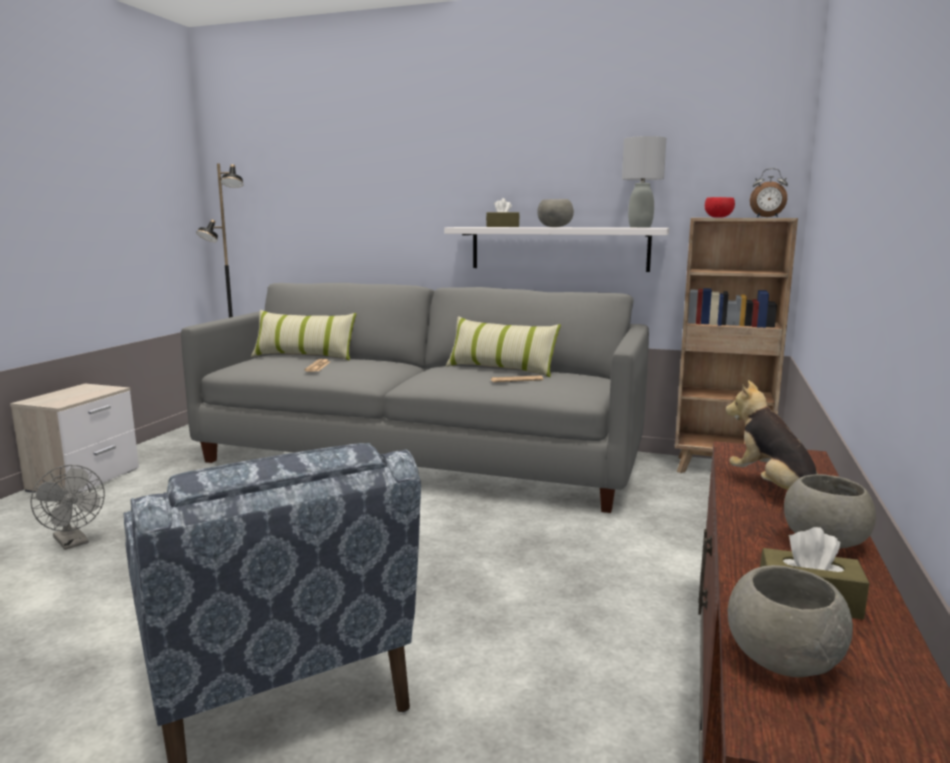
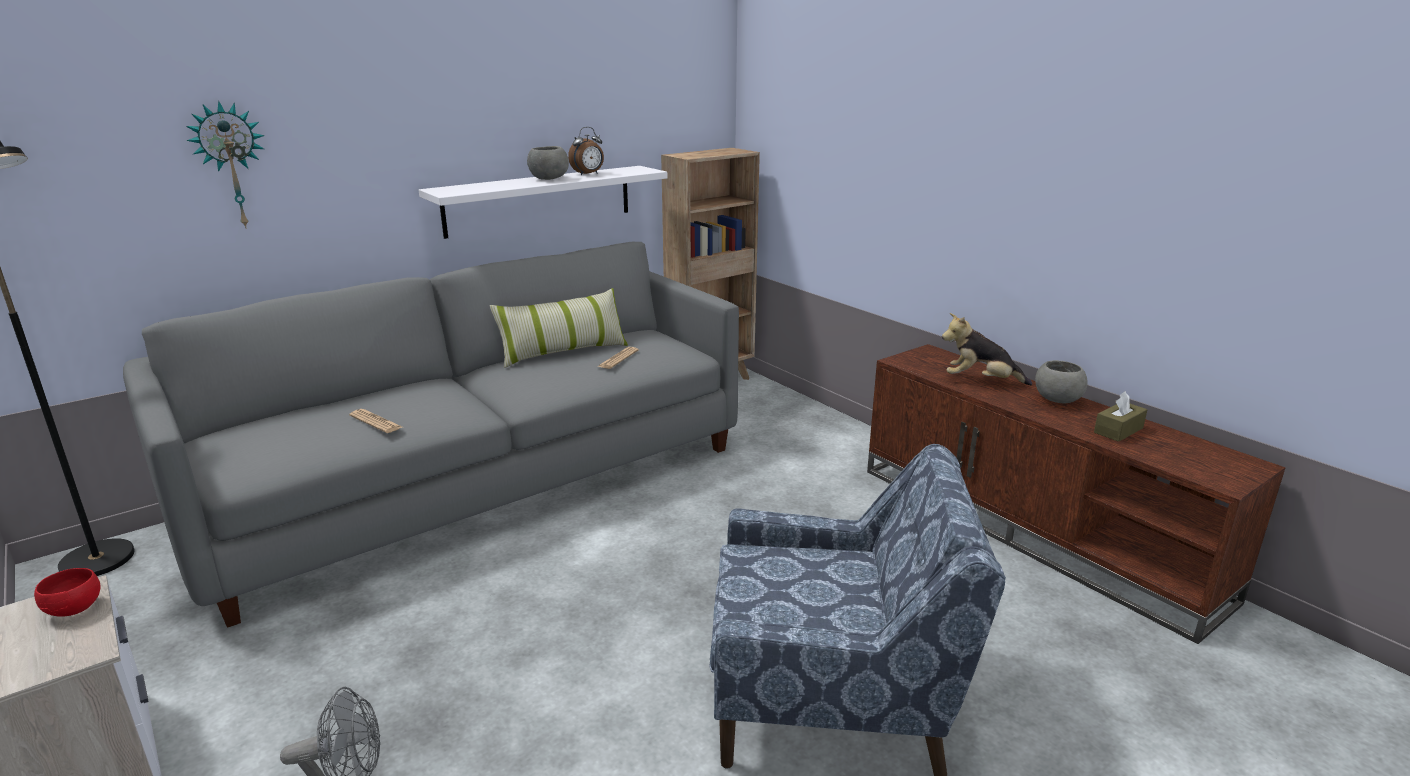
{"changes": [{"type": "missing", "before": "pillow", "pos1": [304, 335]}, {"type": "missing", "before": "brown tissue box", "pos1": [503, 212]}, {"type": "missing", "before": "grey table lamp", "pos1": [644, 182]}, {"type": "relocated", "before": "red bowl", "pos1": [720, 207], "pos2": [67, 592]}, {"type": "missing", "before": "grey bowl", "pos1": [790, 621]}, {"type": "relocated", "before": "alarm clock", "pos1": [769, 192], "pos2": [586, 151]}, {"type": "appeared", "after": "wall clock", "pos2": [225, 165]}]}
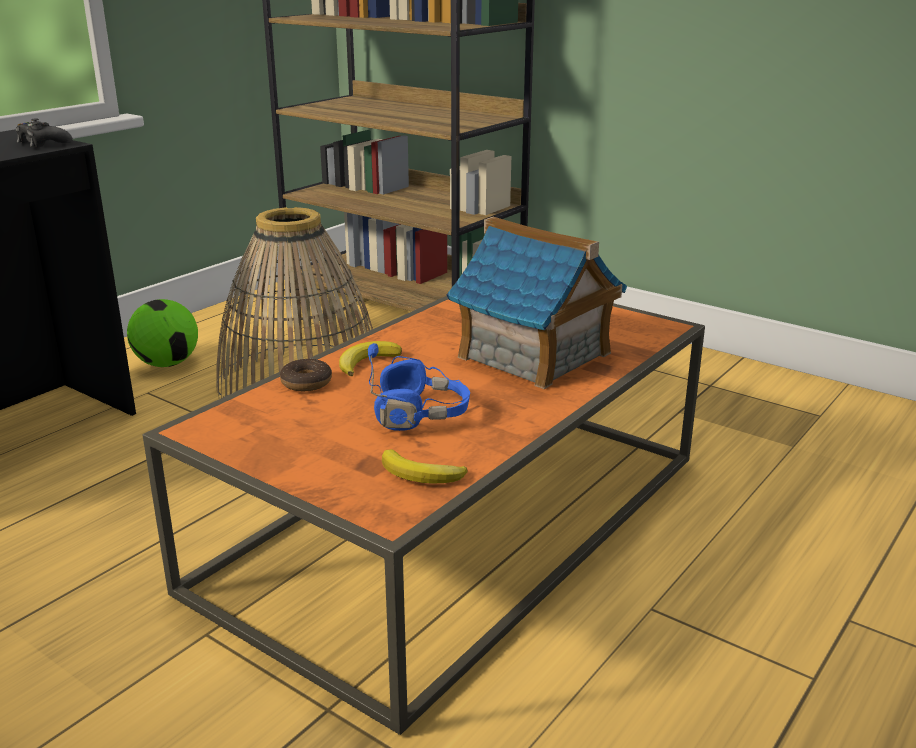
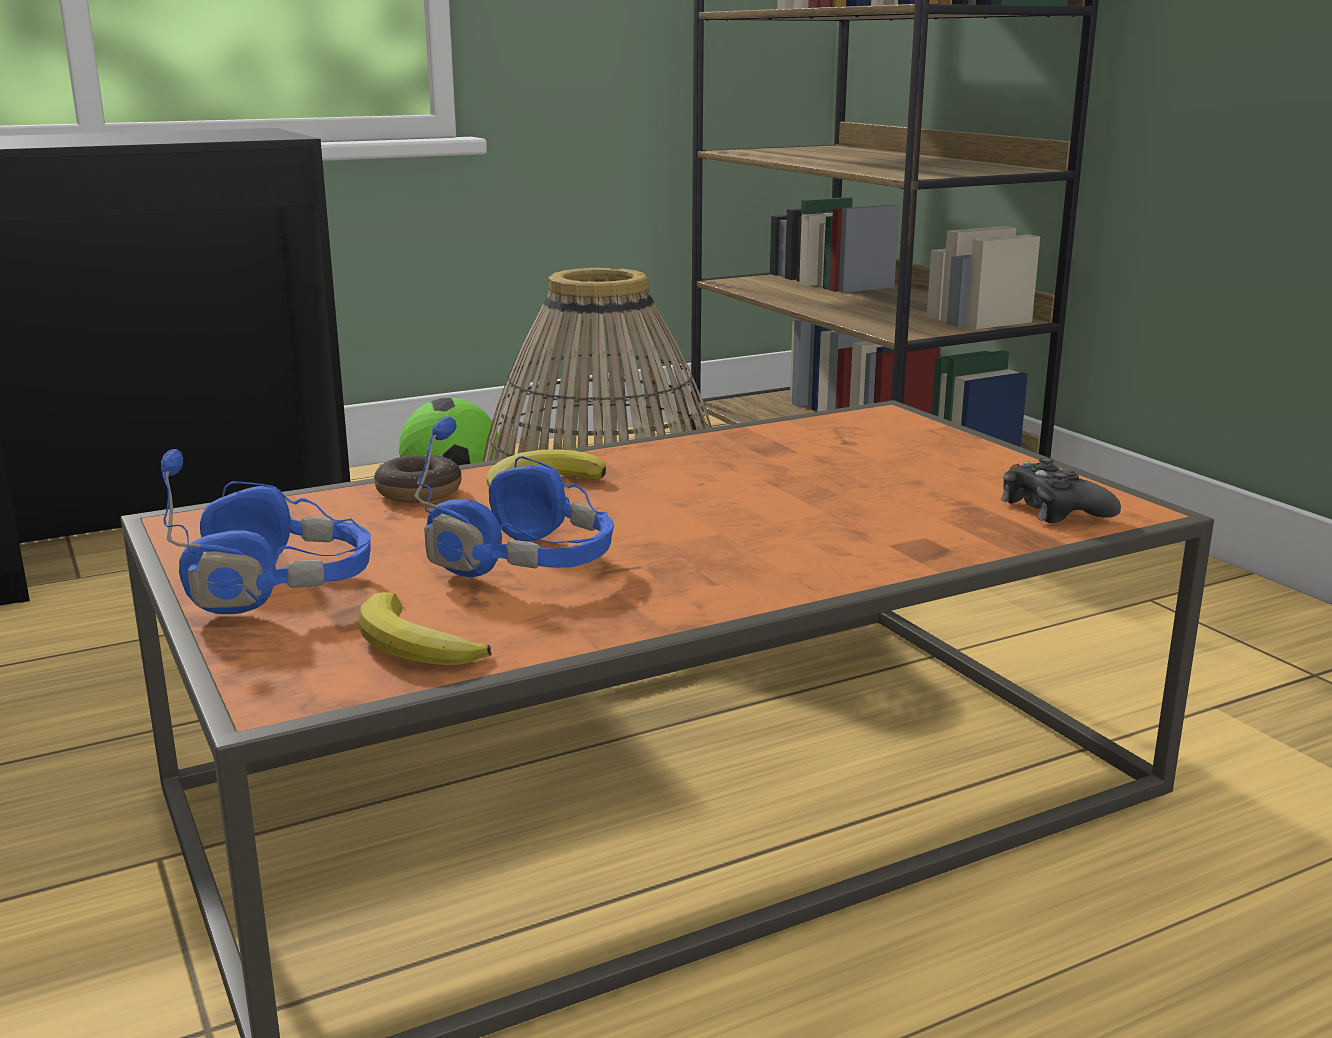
{"changes": [{"type": "relocated", "before": "black game controller", "pos1": [44, 133], "pos2": [1061, 490]}, {"type": "missing", "before": "toy house", "pos1": [536, 303]}, {"type": "appeared", "after": "blue headphones", "pos2": [266, 531]}]}
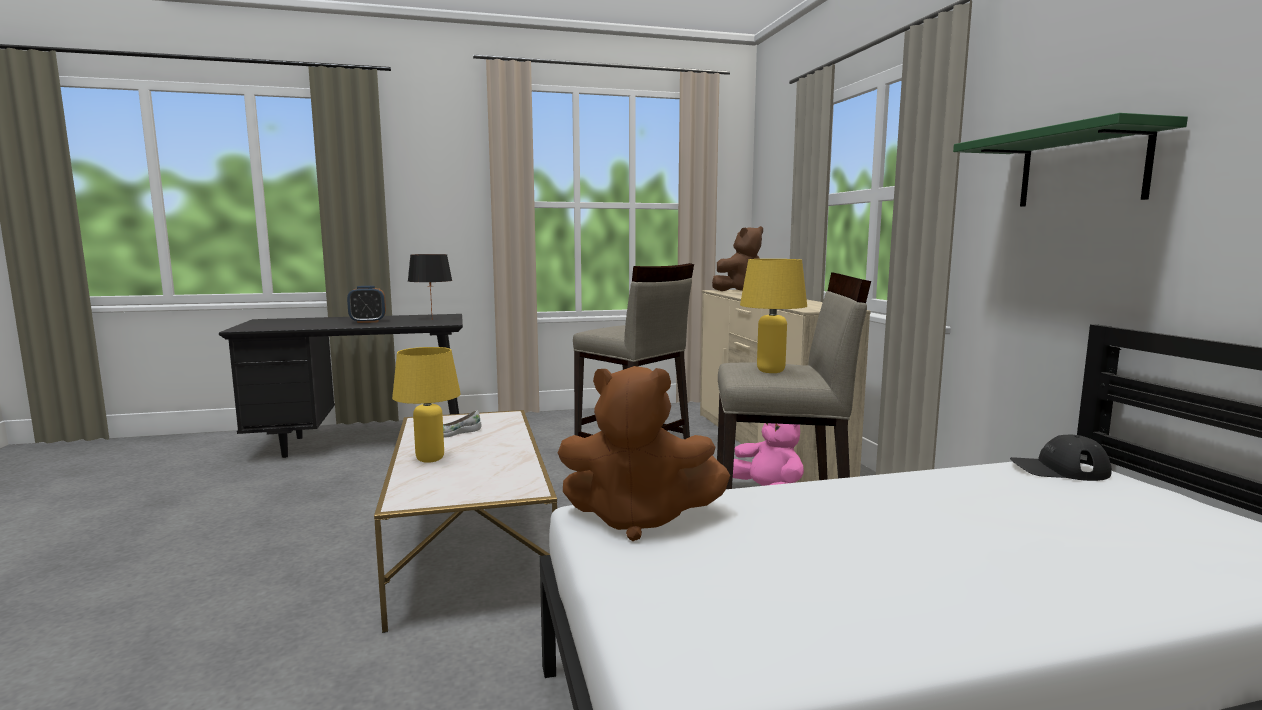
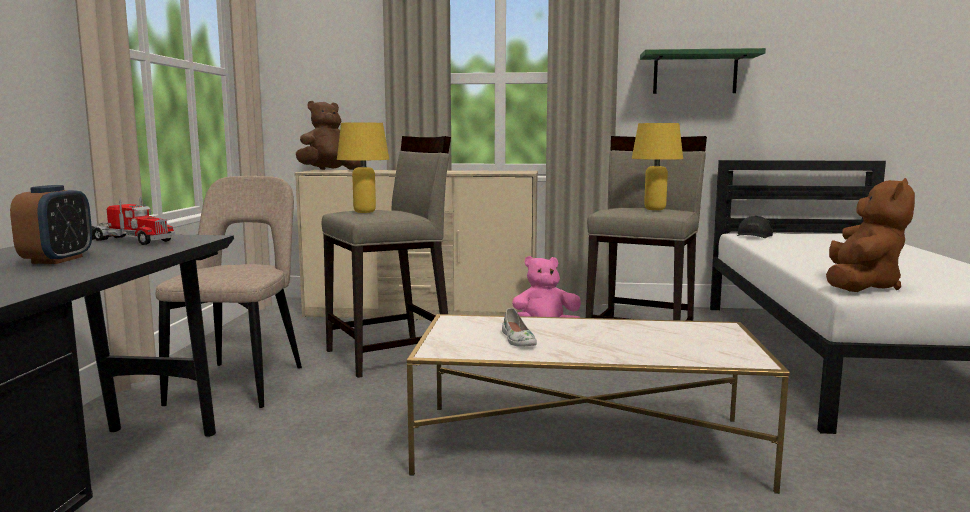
{"changes": [{"type": "relocated", "before": "yellow table lamp", "pos1": [426, 405], "pos2": [363, 167]}, {"type": "exchanged", "before": "black table lamp", "after": "toy truck", "pos1": [430, 283], "pos2": [133, 221]}, {"type": "spun", "before": "brown plush toy", "pos1": [737, 258], "pos2": [328, 135], "turn": -105}, {"type": "appeared", "after": "beige chair", "pos2": [229, 292]}]}
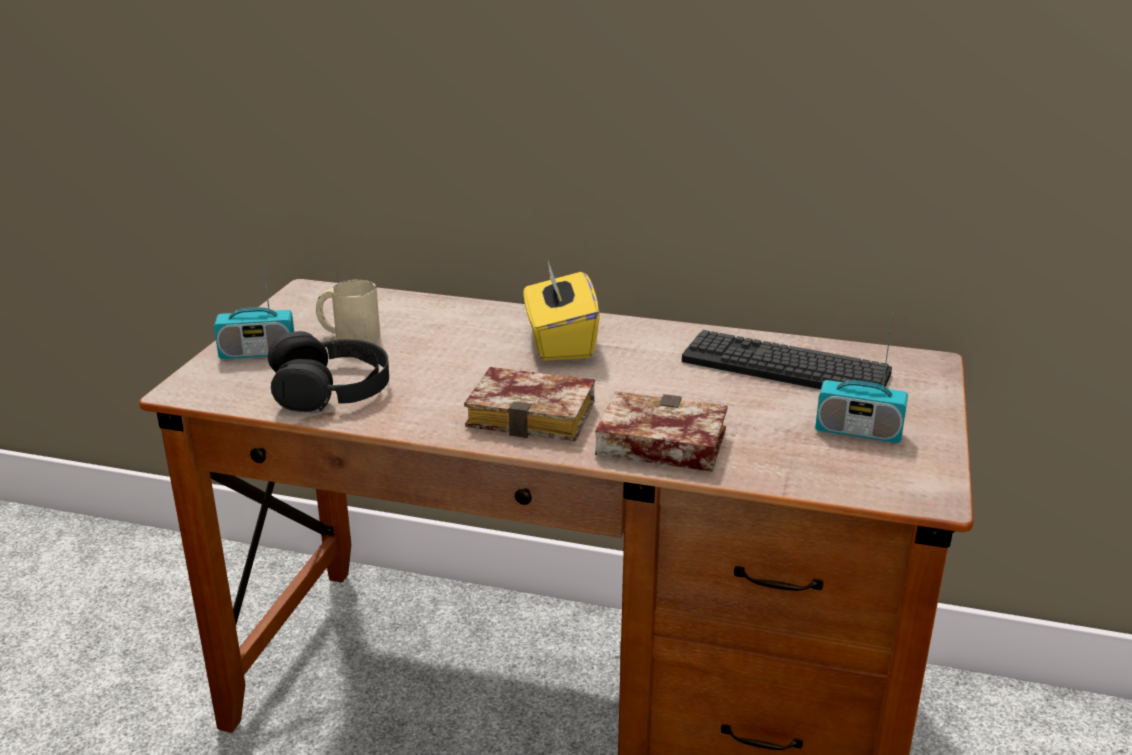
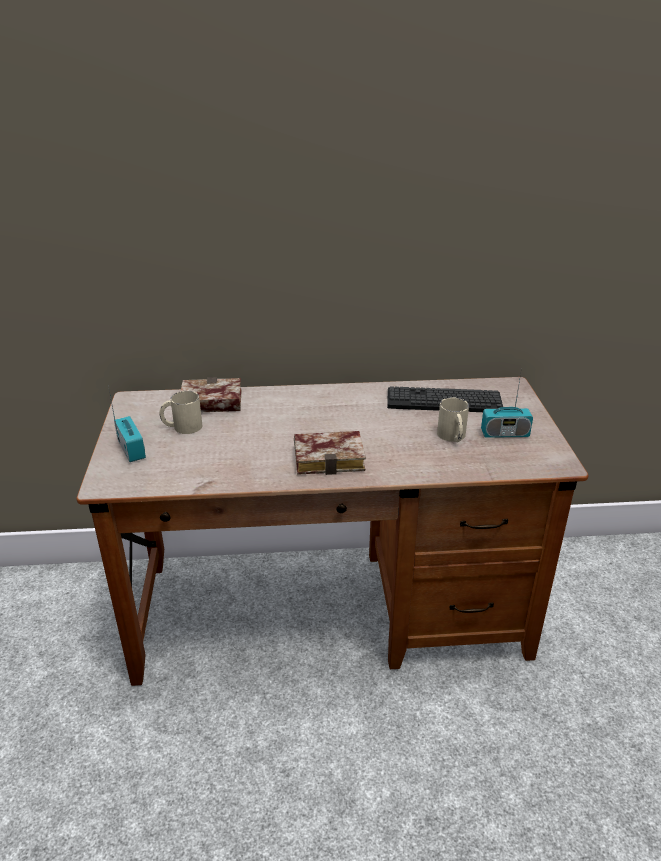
{"changes": [{"type": "spun", "before": "radio", "pos1": [254, 301], "pos2": [127, 424], "turn": -90}, {"type": "missing", "before": "black headphones", "pos1": [328, 371]}, {"type": "missing", "before": "yellow tissue box", "pos1": [561, 311]}, {"type": "relocated", "before": "book", "pos1": [661, 431], "pos2": [211, 394]}, {"type": "appeared", "after": "beige mug", "pos2": [453, 419]}]}
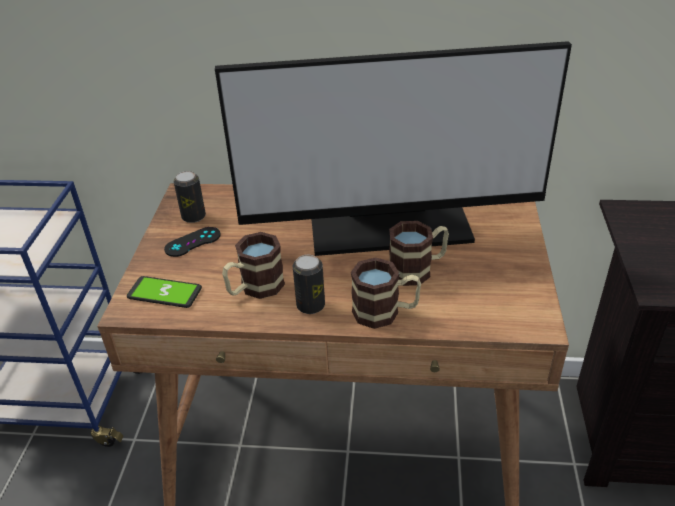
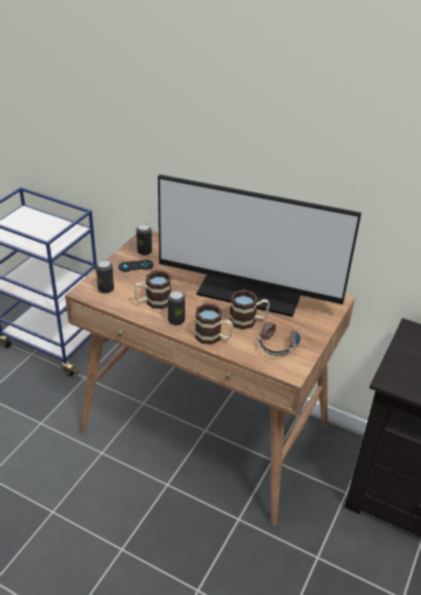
{"changes": [{"type": "exchanged", "before": "phone", "after": "can", "pos1": [164, 292], "pos2": [105, 276]}, {"type": "appeared", "after": "headphones", "pos2": [279, 339]}]}
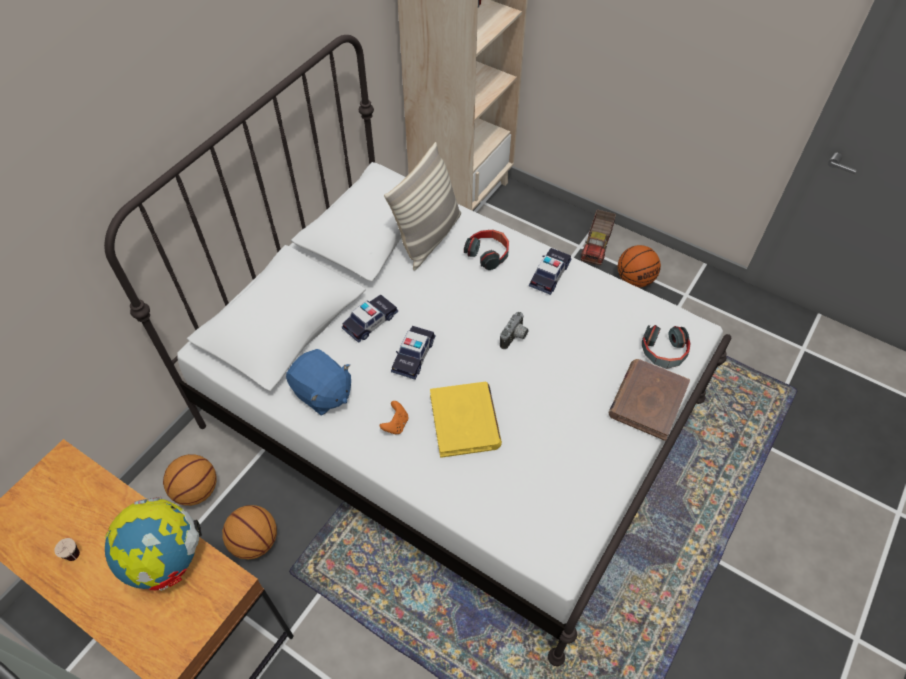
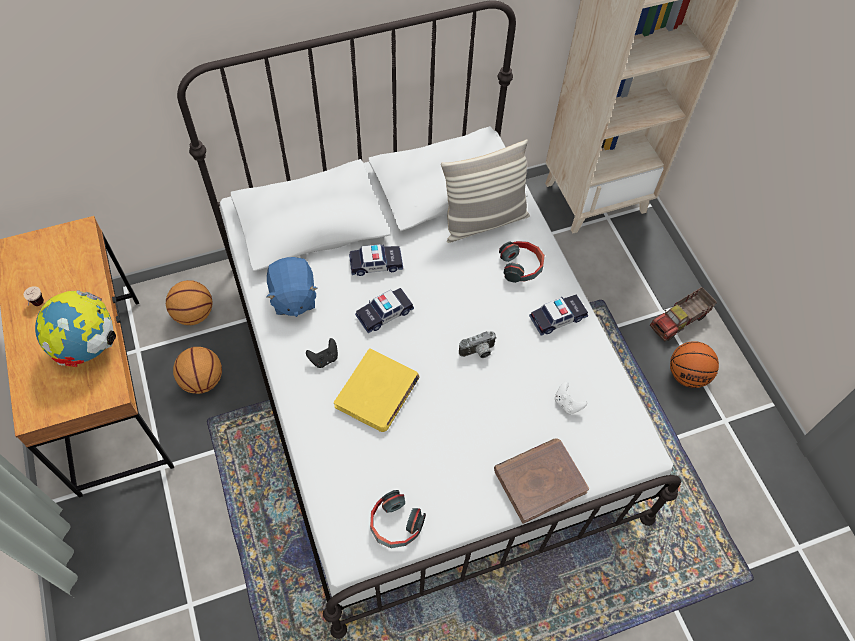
{"changes": [{"type": "colour", "before": "orange game controller", "after": "black game controller", "pos1": [394, 417], "pos2": [322, 353]}, {"type": "relocated", "before": "headphones", "pos1": [666, 347], "pos2": [398, 519]}, {"type": "appeared", "after": "white game controller", "pos2": [571, 398]}]}
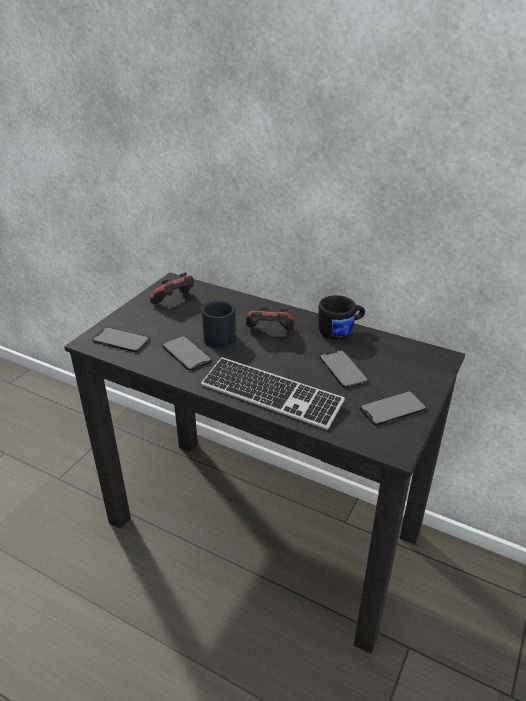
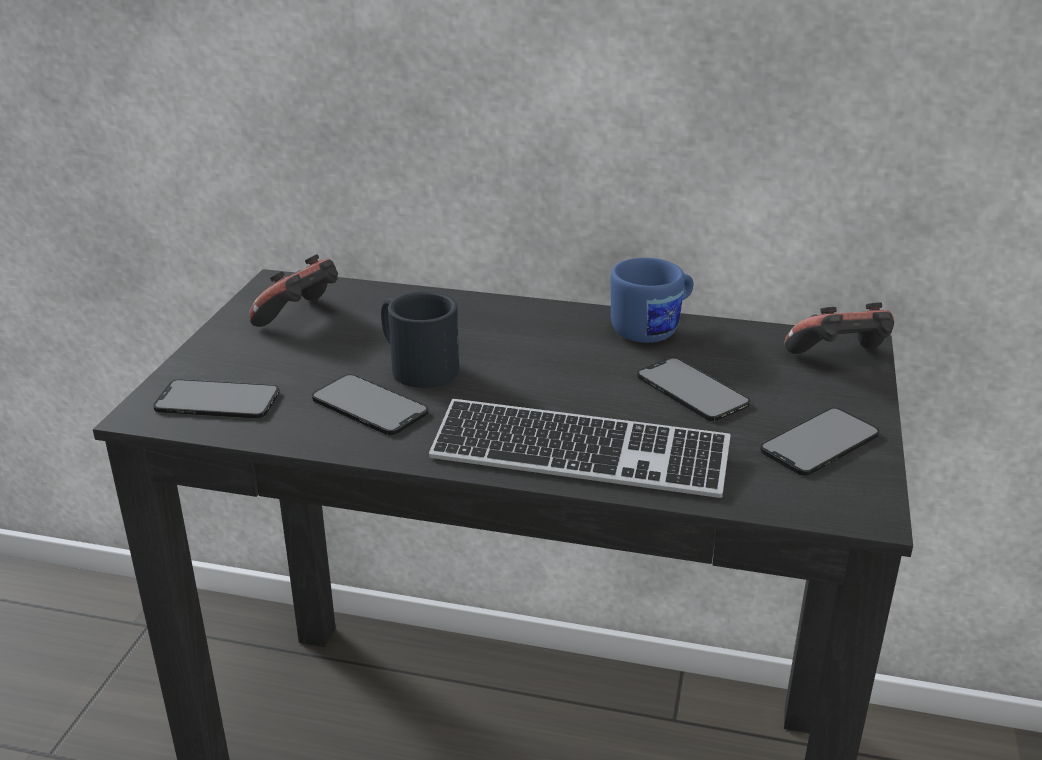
{"changes": [{"type": "relocated", "before": "game controller", "pos1": [270, 318], "pos2": [839, 328]}, {"type": "colour", "before": "black mug", "after": "blue mug", "pos1": [341, 317], "pos2": [652, 300]}]}
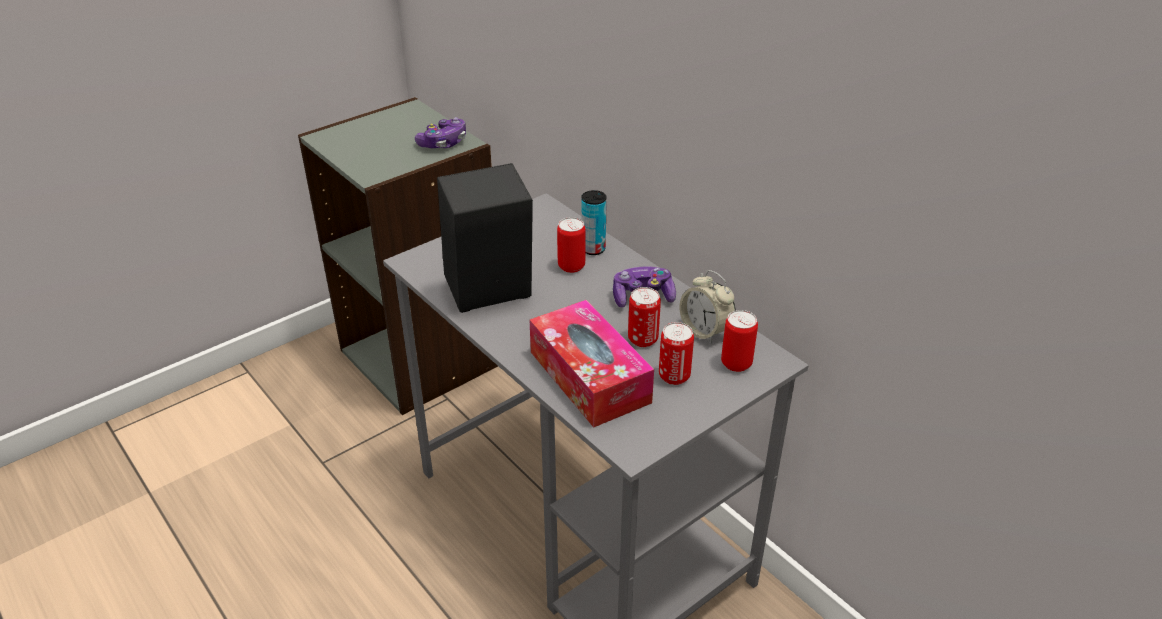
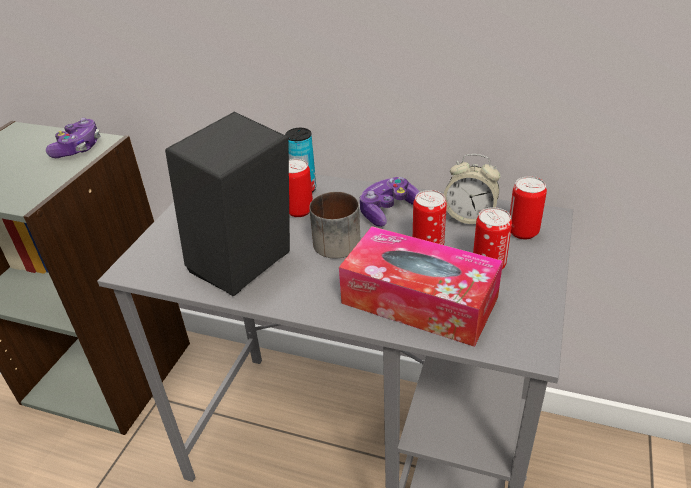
{"changes": [{"type": "appeared", "after": "mug", "pos2": [335, 225]}]}
